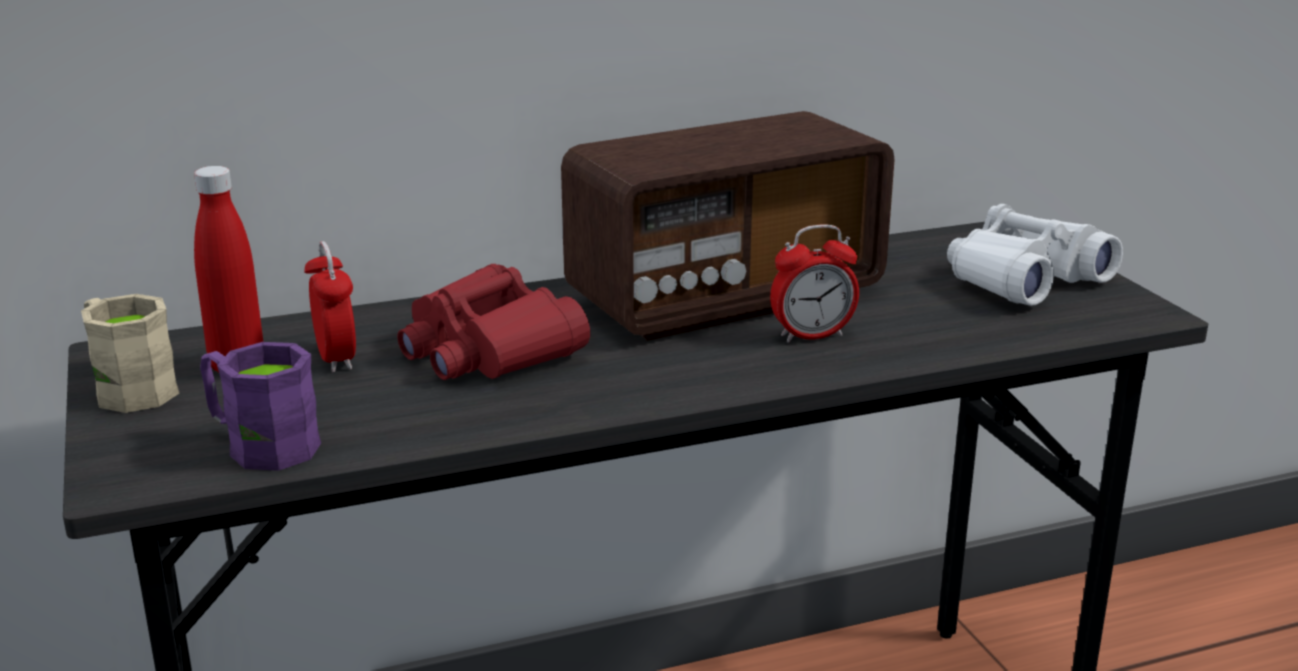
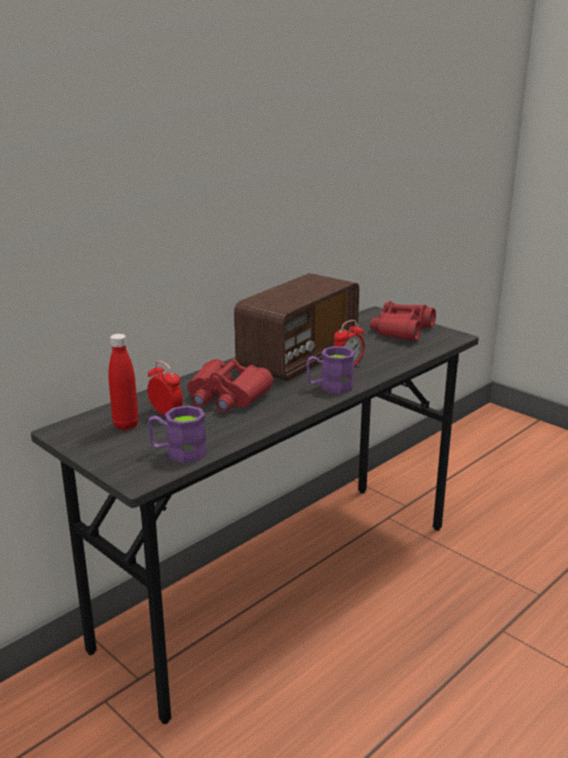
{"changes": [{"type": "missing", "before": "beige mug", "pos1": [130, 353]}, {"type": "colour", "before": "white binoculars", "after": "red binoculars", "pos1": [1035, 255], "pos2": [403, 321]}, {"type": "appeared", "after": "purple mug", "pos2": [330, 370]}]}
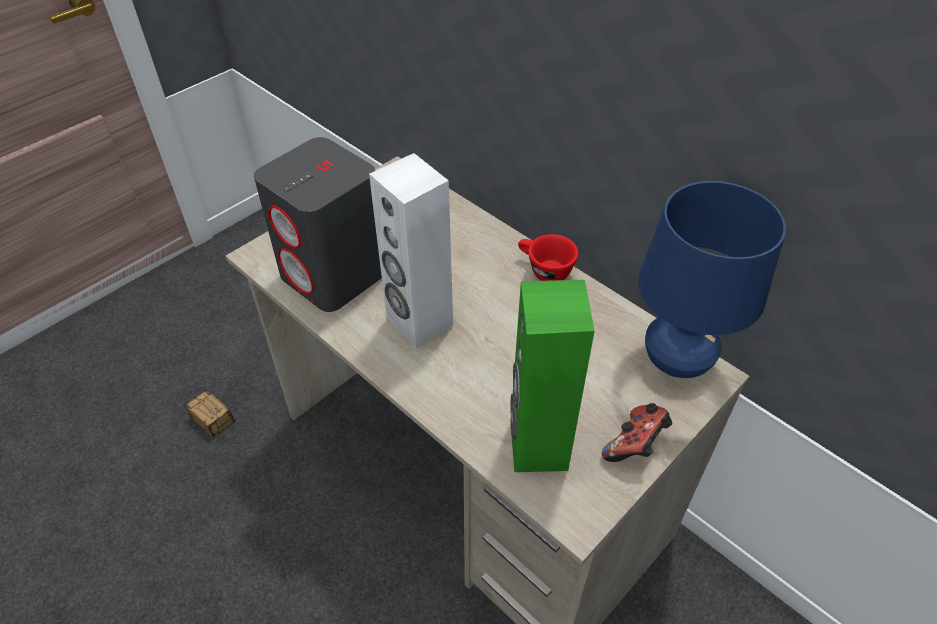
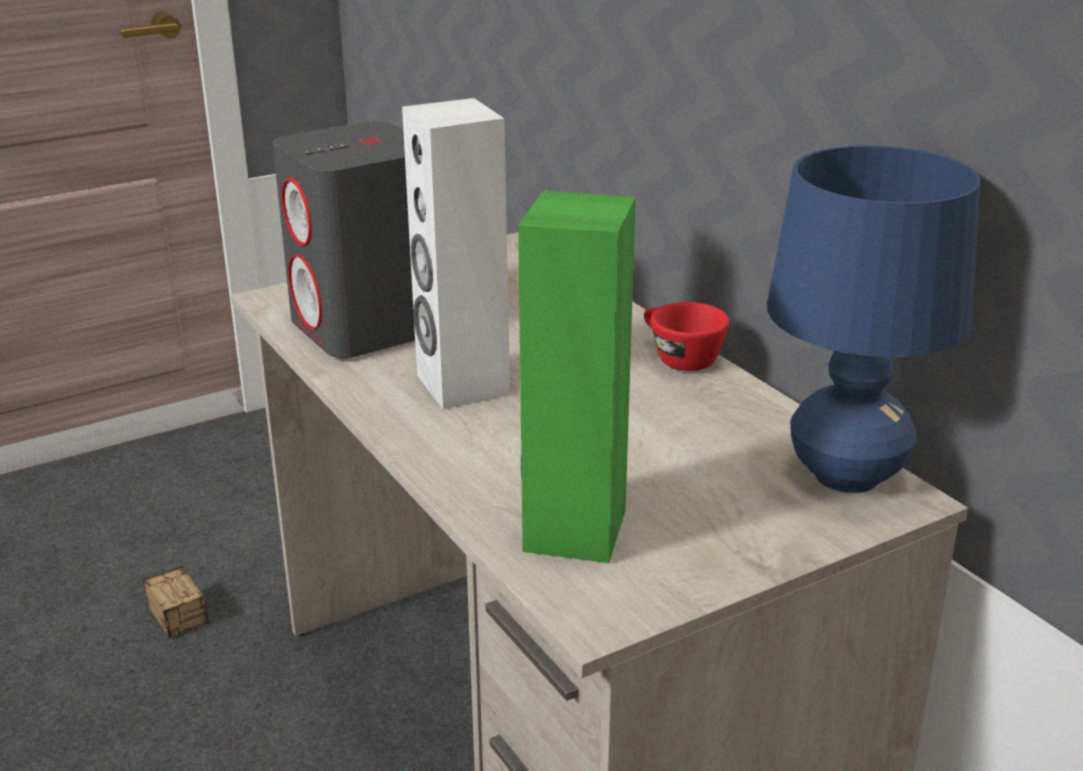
{"changes": [{"type": "missing", "before": "game controller", "pos1": [637, 432]}]}
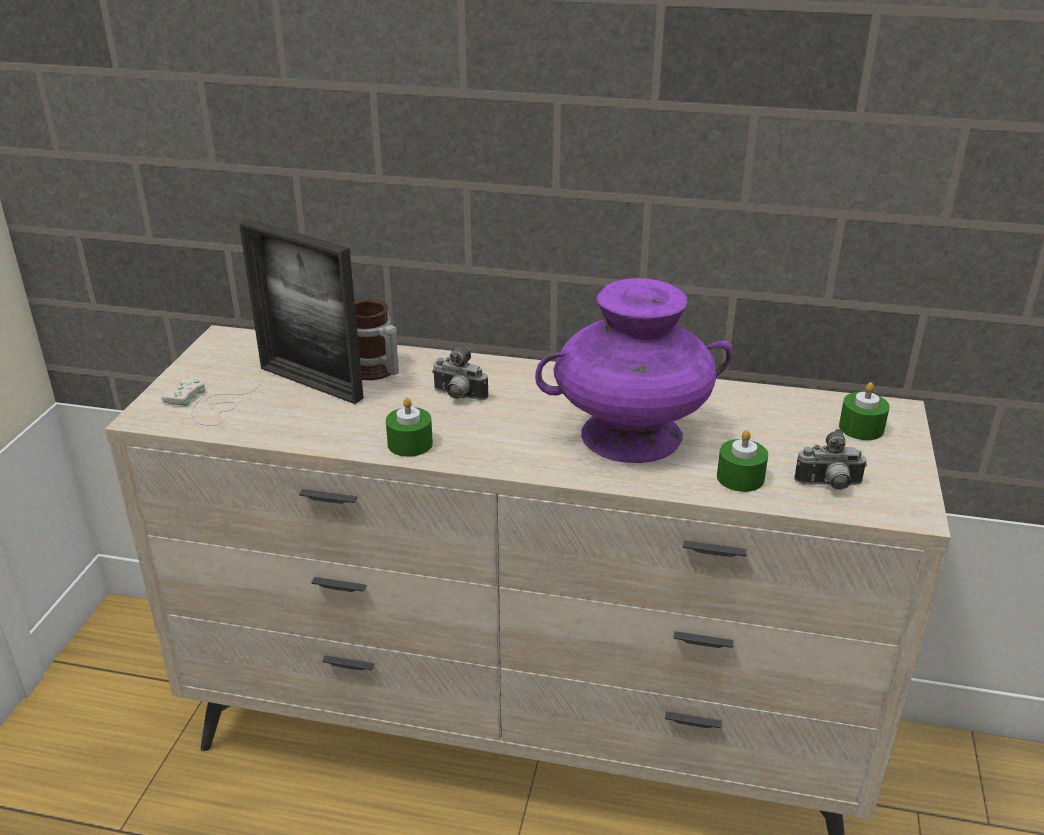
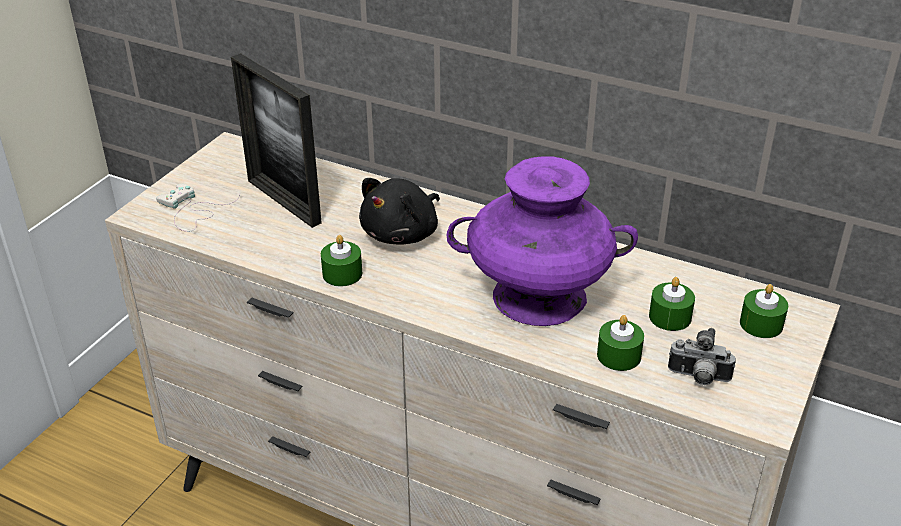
{"changes": [{"type": "missing", "before": "mug", "pos1": [377, 339]}, {"type": "exchanged", "before": "photo camera", "after": "black plush toy", "pos1": [460, 373], "pos2": [399, 211]}, {"type": "appeared", "after": "green candle", "pos2": [672, 304]}]}
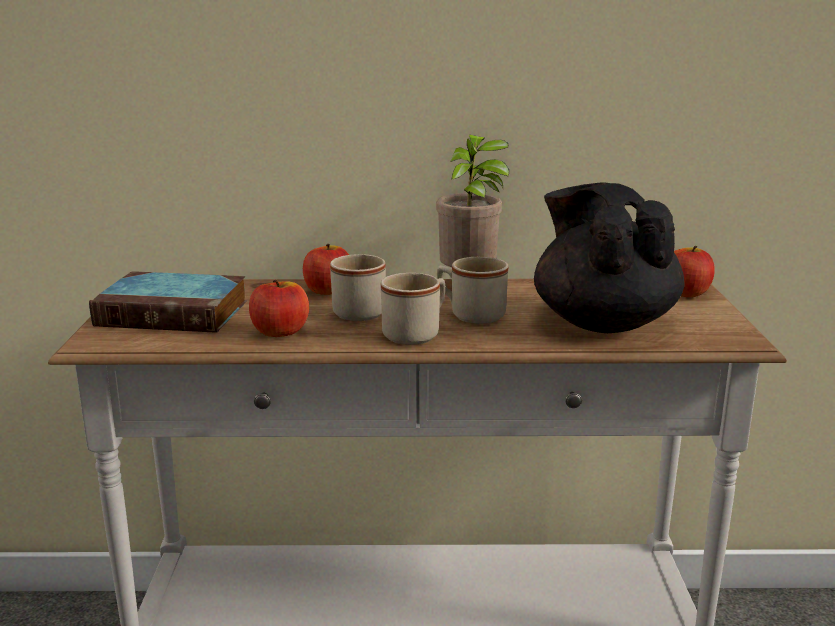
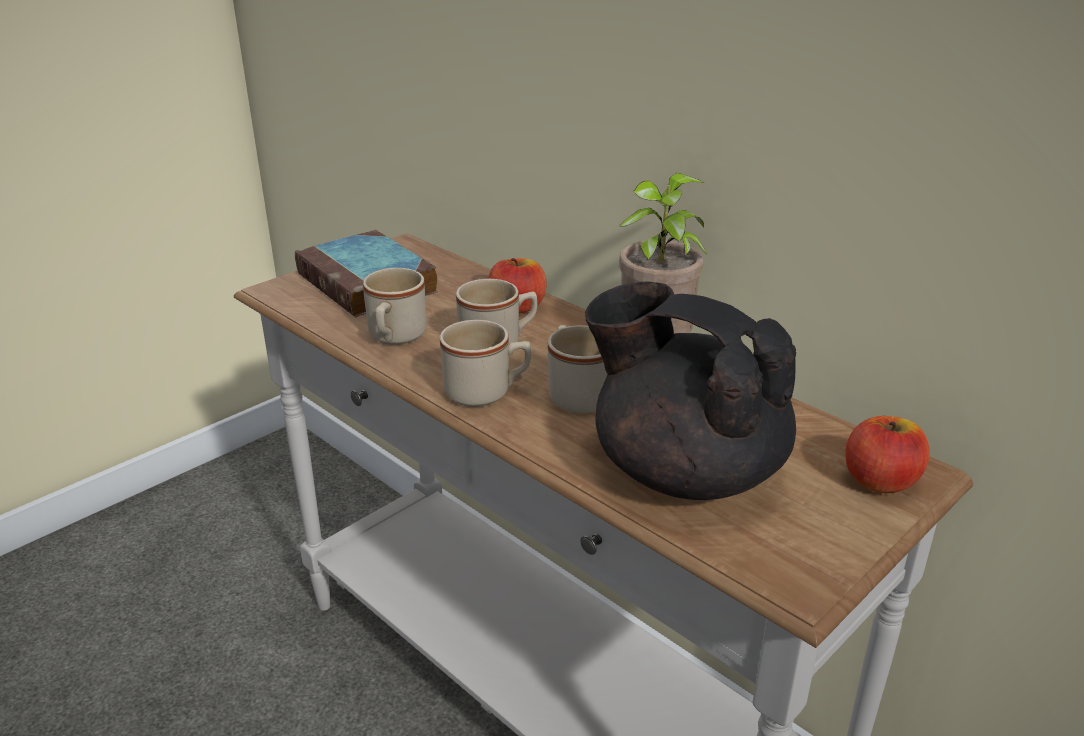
{"changes": [{"type": "exchanged", "before": "apple", "after": "beige mug", "pos1": [279, 308], "pos2": [394, 306]}, {"type": "spun", "before": "black teapot", "pos1": [609, 257], "pos2": [690, 390], "turn": -75}]}
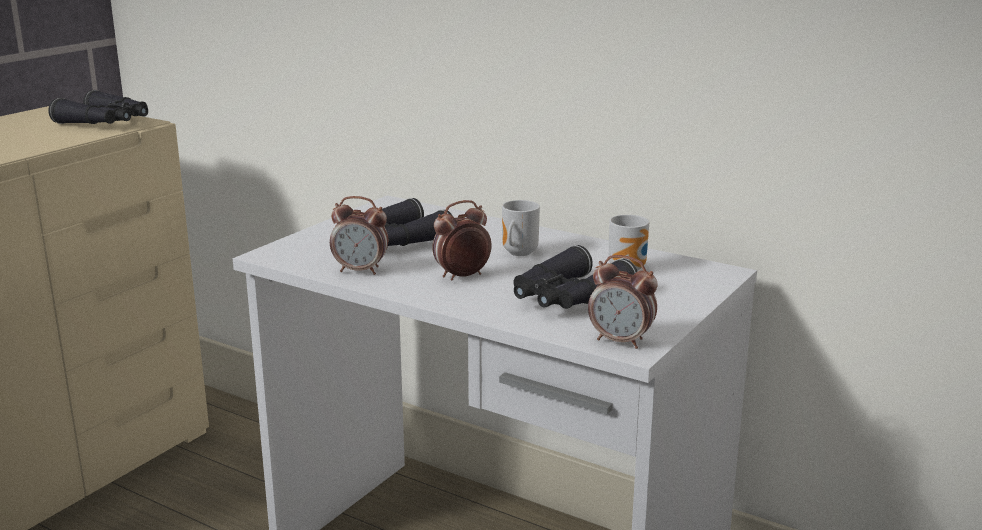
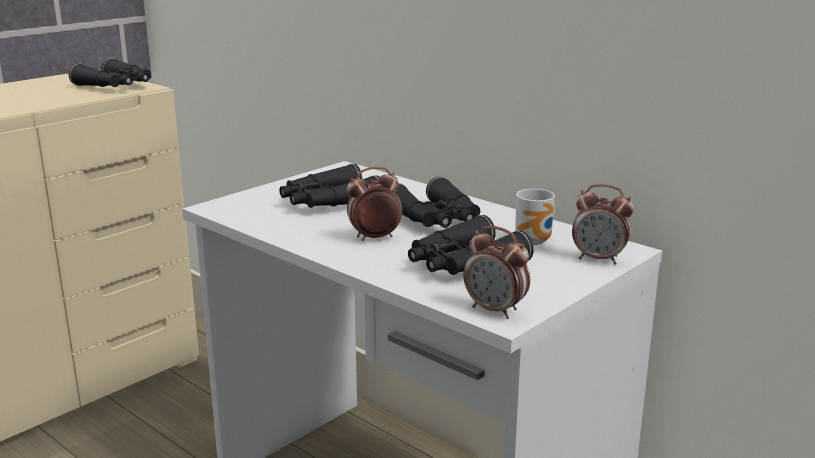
{"changes": [{"type": "relocated", "before": "alarm clock", "pos1": [359, 235], "pos2": [603, 224]}, {"type": "exchanged", "before": "mug", "after": "black binoculars", "pos1": [521, 228], "pos2": [437, 202]}]}
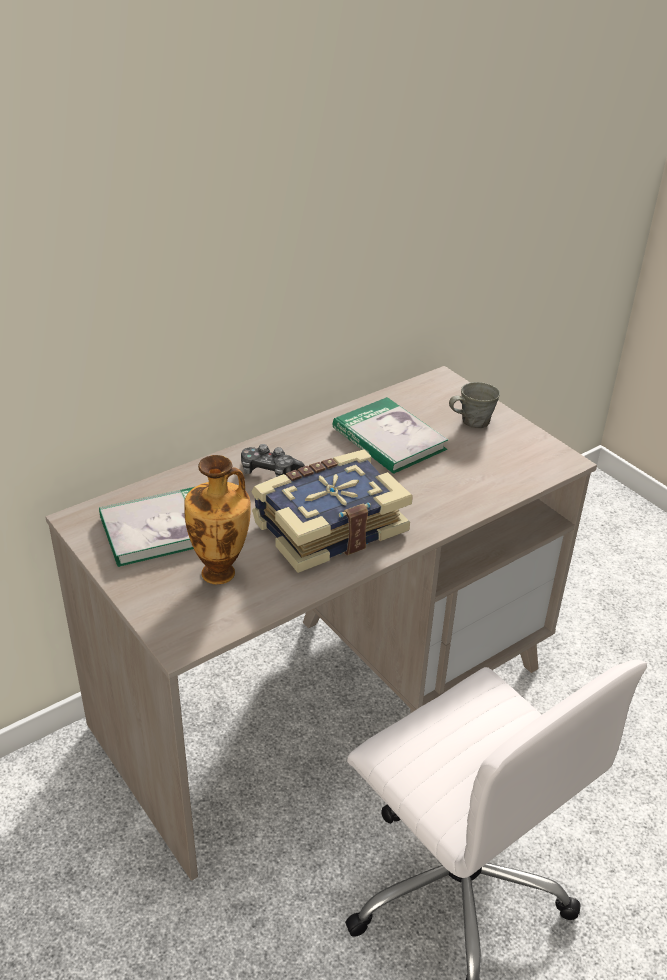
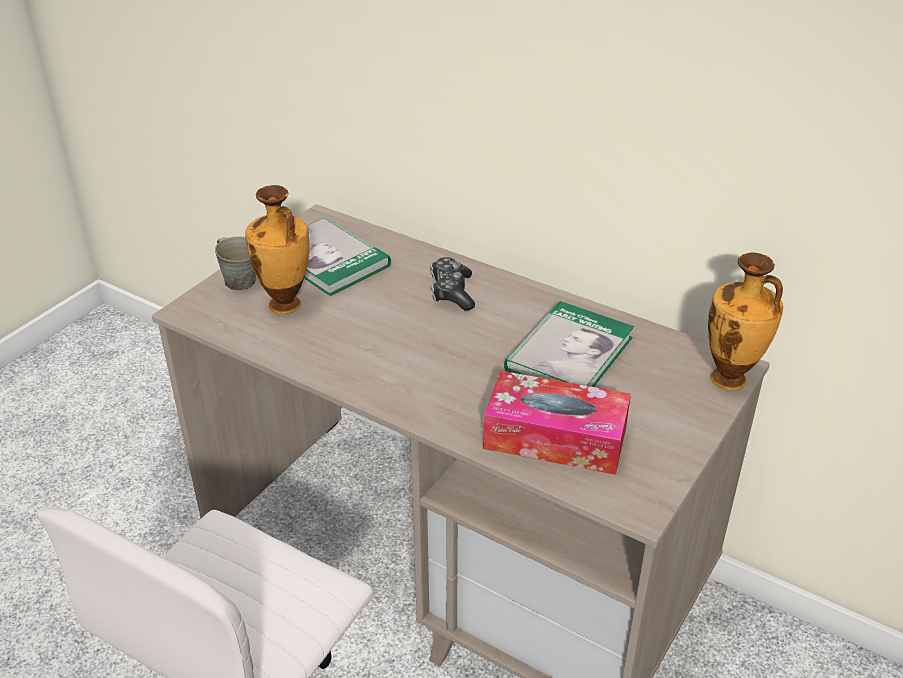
{"changes": [{"type": "missing", "before": "book", "pos1": [332, 511]}, {"type": "relocated", "before": "grey mug", "pos1": [474, 405], "pos2": [235, 263]}, {"type": "appeared", "after": "tissue box", "pos2": [557, 423]}, {"type": "appeared", "after": "vase", "pos2": [745, 321]}]}
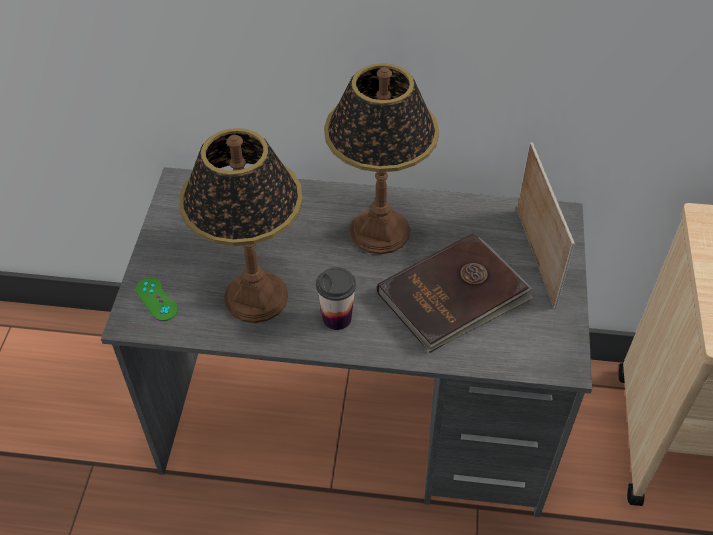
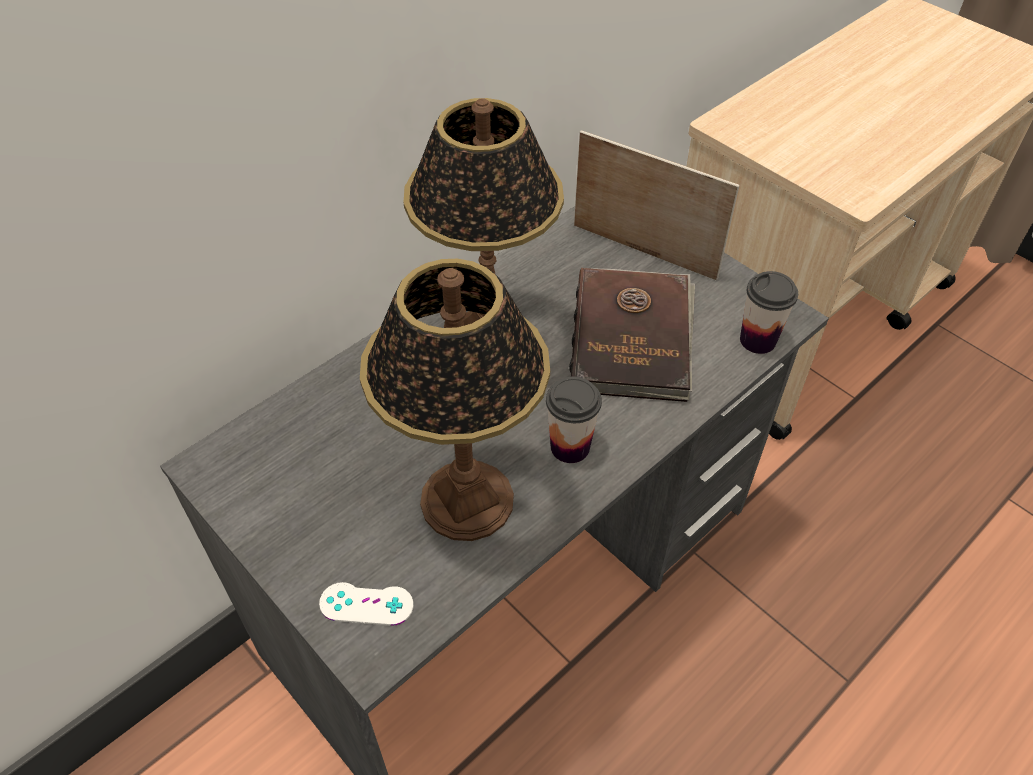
{"changes": [{"type": "colour", "before": "green game controller", "after": "white game controller", "pos1": [157, 299], "pos2": [366, 604]}, {"type": "appeared", "after": "cup", "pos2": [769, 312]}]}
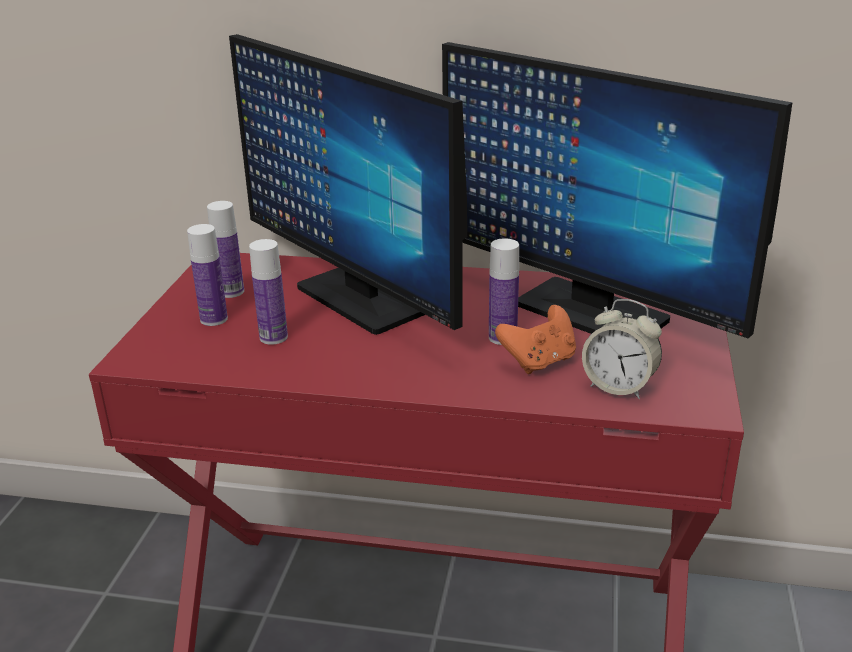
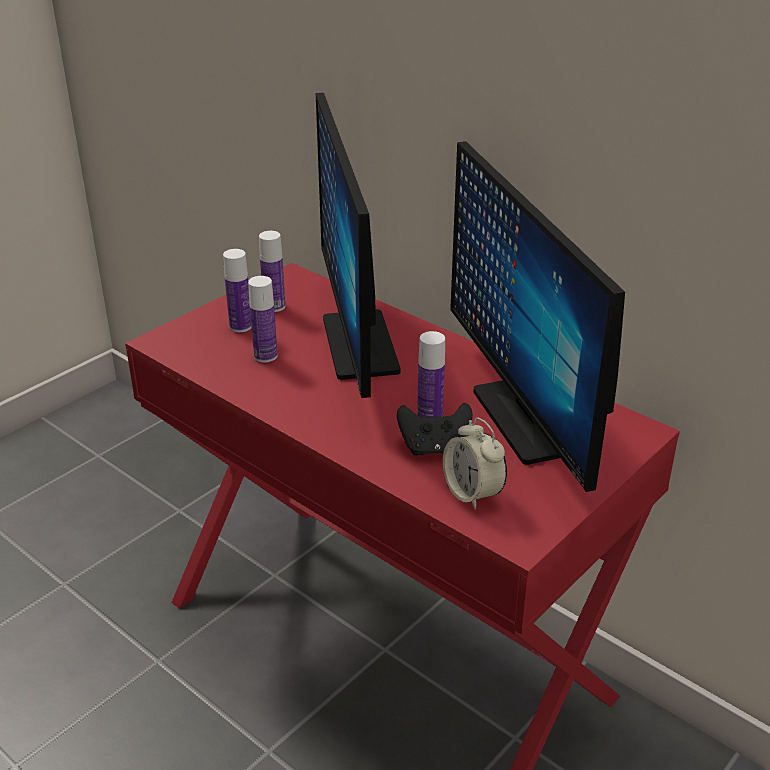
{"changes": [{"type": "colour", "before": "orange game controller", "after": "black game controller", "pos1": [535, 339], "pos2": [435, 429]}]}
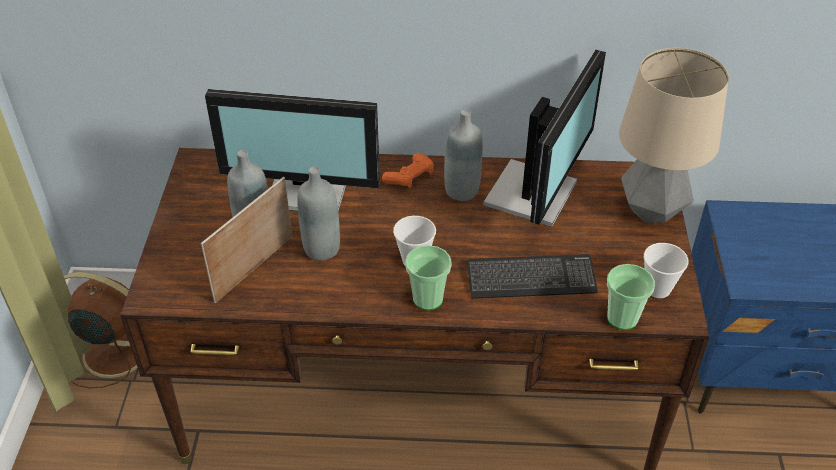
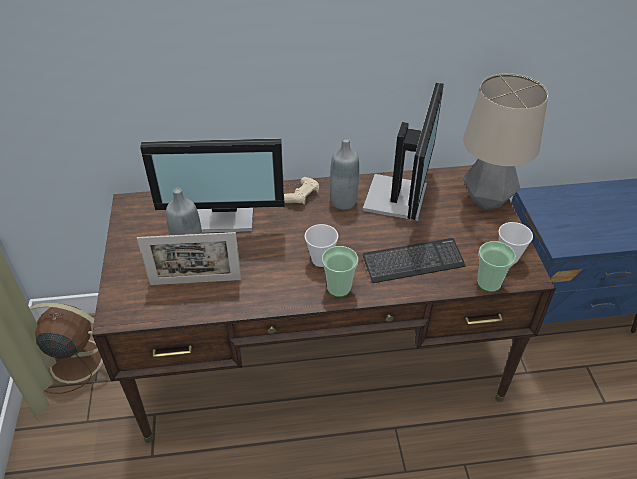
{"changes": [{"type": "spun", "before": "picture frame", "pos1": [246, 240], "pos2": [189, 258], "turn": -120}, {"type": "missing", "before": "grey bottle", "pos1": [318, 213]}, {"type": "colour", "before": "orange game controller", "after": "beige game controller", "pos1": [408, 170], "pos2": [301, 191]}]}
